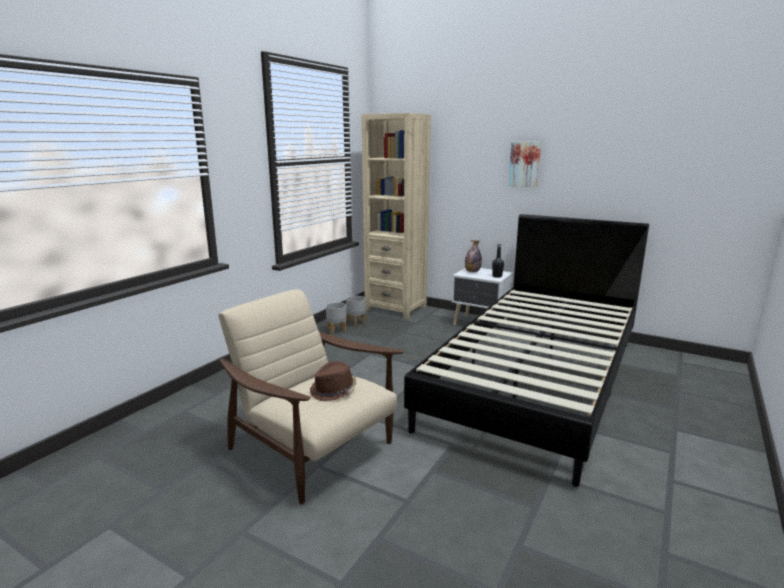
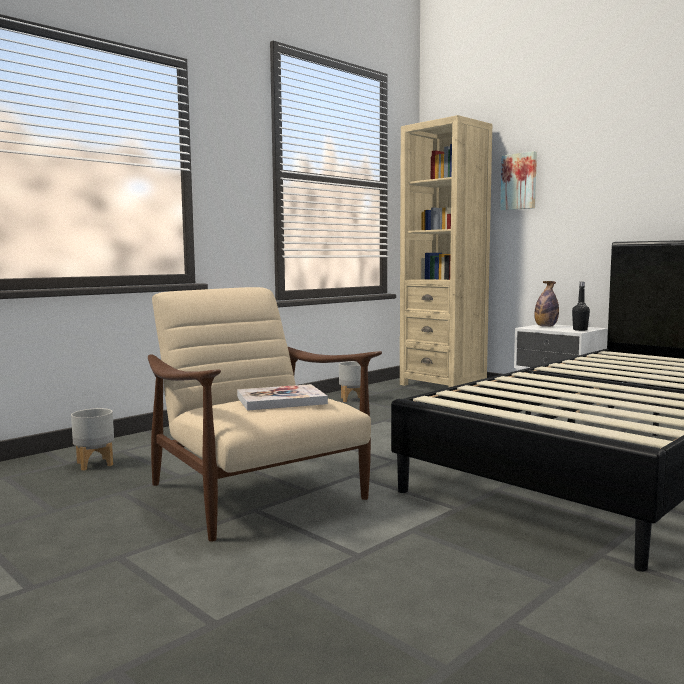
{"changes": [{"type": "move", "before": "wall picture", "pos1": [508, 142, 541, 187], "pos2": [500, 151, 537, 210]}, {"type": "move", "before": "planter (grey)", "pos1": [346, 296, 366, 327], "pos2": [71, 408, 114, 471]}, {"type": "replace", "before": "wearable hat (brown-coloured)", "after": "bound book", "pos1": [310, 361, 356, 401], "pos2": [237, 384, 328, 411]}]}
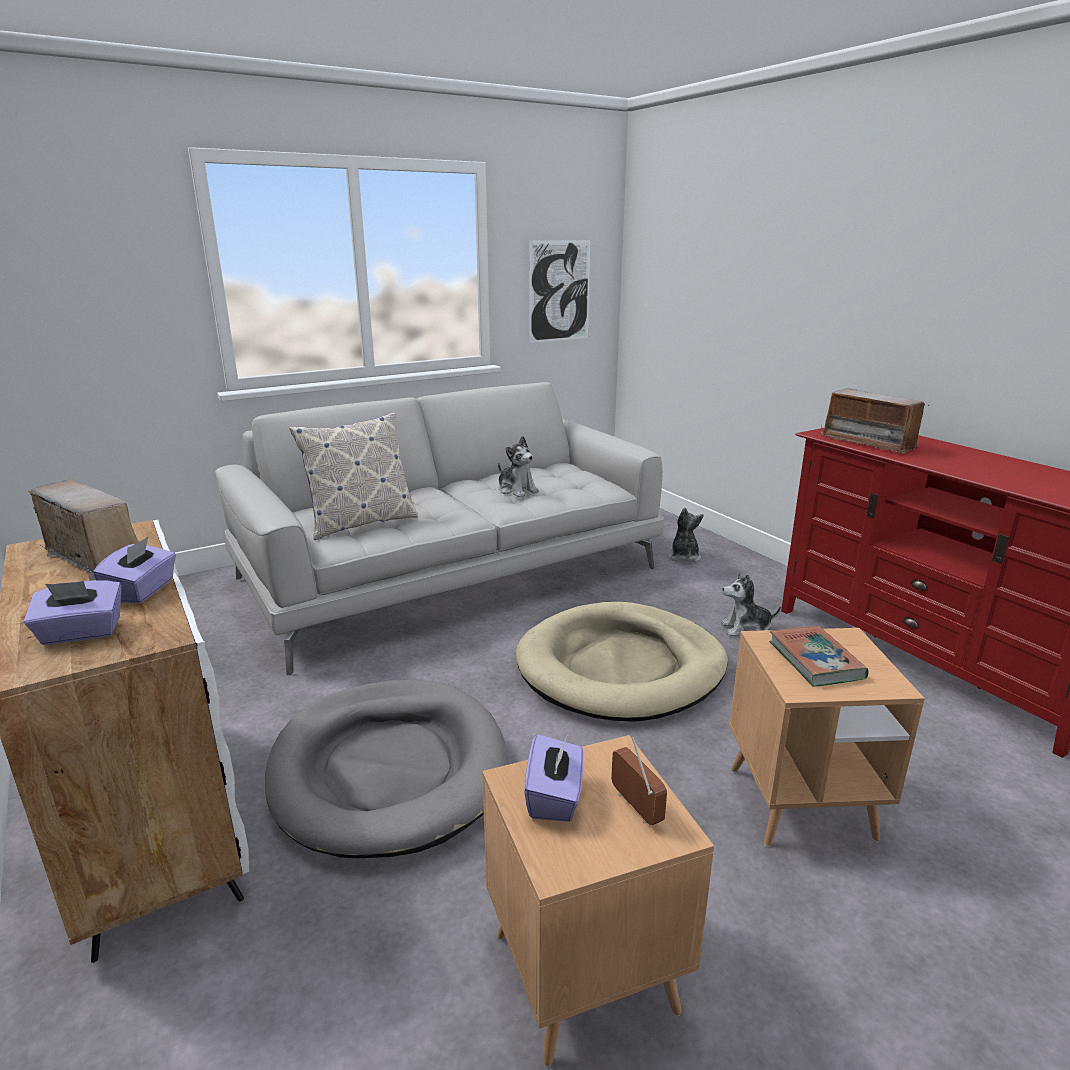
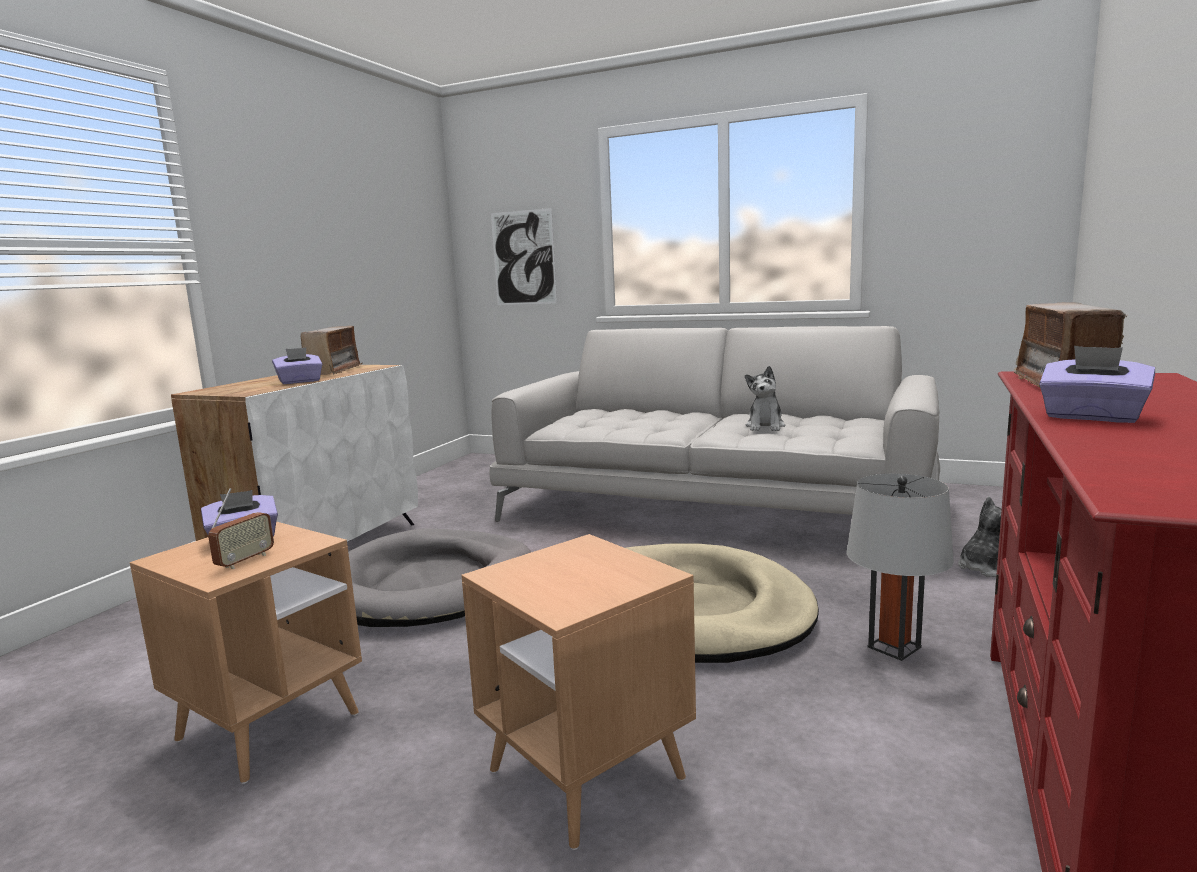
{"changes": [{"type": "move", "before": "wall picture", "pos1": [529, 240, 590, 343], "pos2": [491, 208, 557, 305]}, {"type": "delete", "before": "pillow", "pos1": [289, 413, 418, 540]}, {"type": "replace", "before": "soft toy", "after": "table lamp (grey)", "pos1": [721, 572, 781, 636], "pos2": [847, 474, 954, 661]}, {"type": "move", "before": "tissue box (purple-coloured)", "pos1": [24, 580, 121, 645], "pos2": [1039, 346, 1155, 423]}, {"type": "delete", "before": "bound book", "pos1": [769, 626, 869, 687]}]}
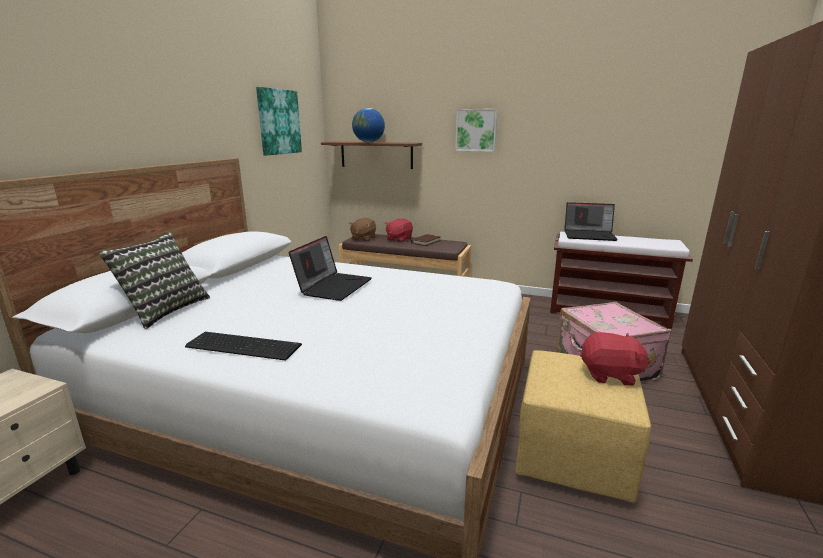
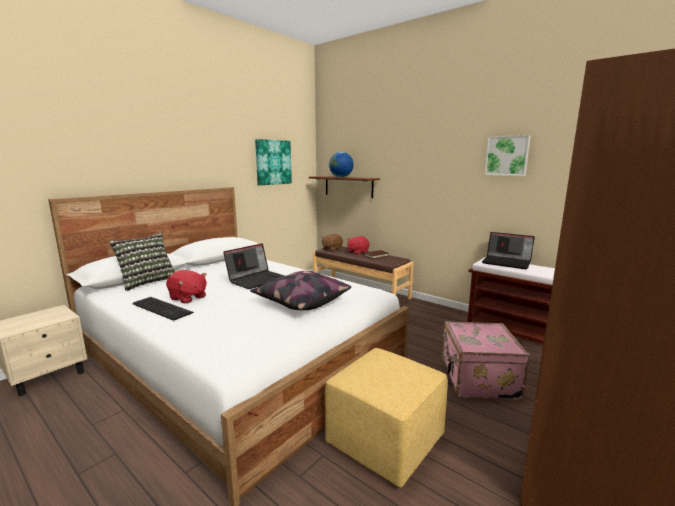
{"changes": [{"type": "move", "before": "wall picture", "pos1": [455, 109, 498, 152], "pos2": [485, 135, 530, 176]}, {"type": "move", "before": "soft toy (red-coloured)", "pos1": [580, 332, 651, 386], "pos2": [166, 270, 207, 304]}, {"type": "insert", "after": "pillow", "pos2": [250, 271, 351, 310]}]}
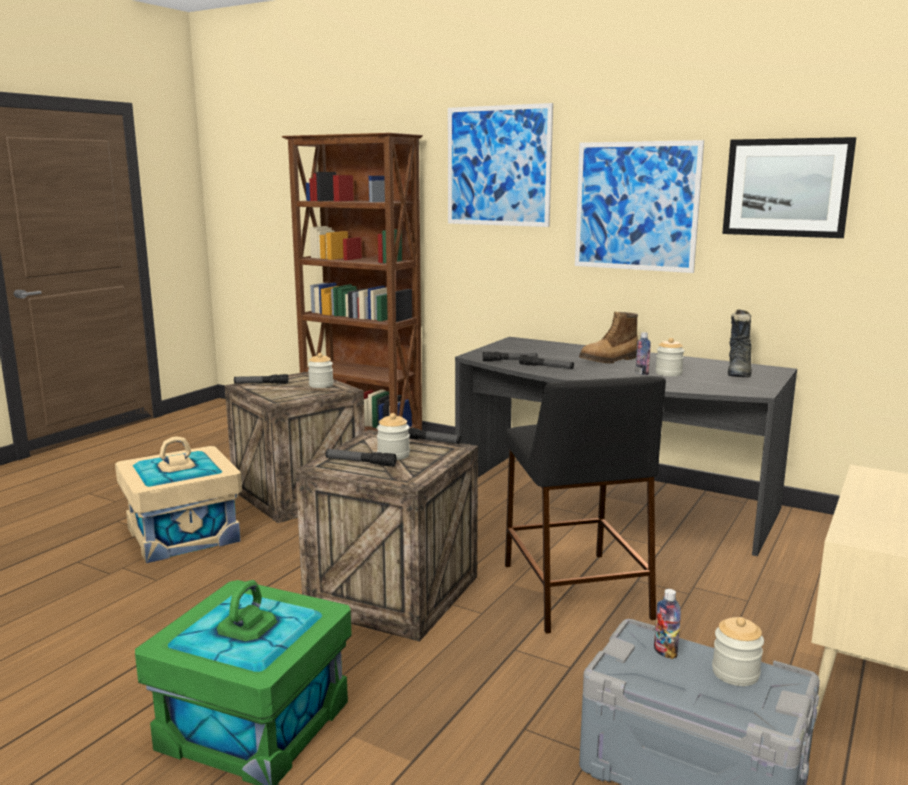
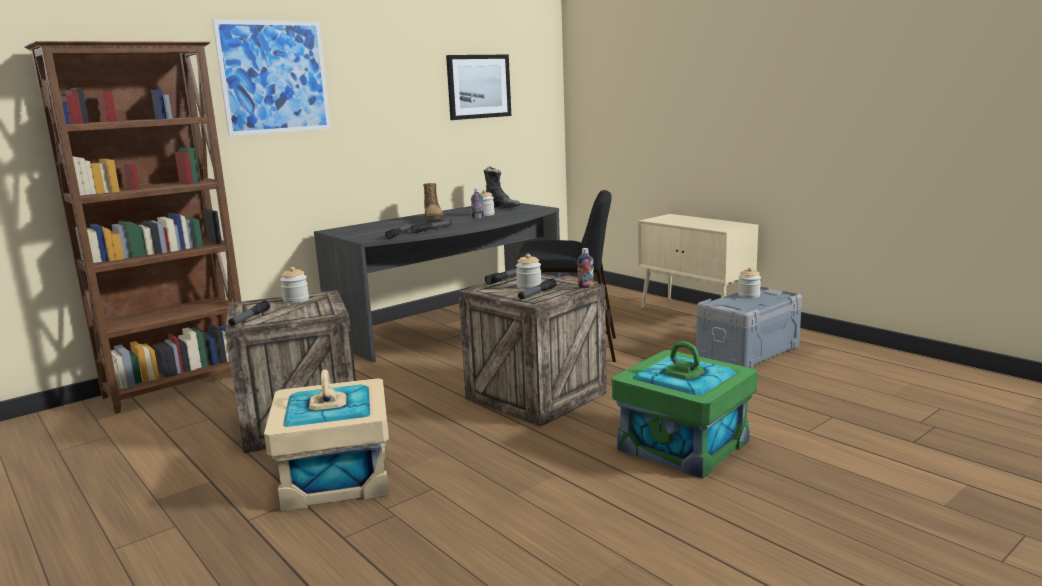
{"changes": [{"type": "delete", "before": "wall picture", "pos1": [575, 140, 704, 273]}, {"type": "move", "before": "drink bottle", "pos1": [654, 589, 681, 659], "pos2": [577, 248, 594, 288]}]}
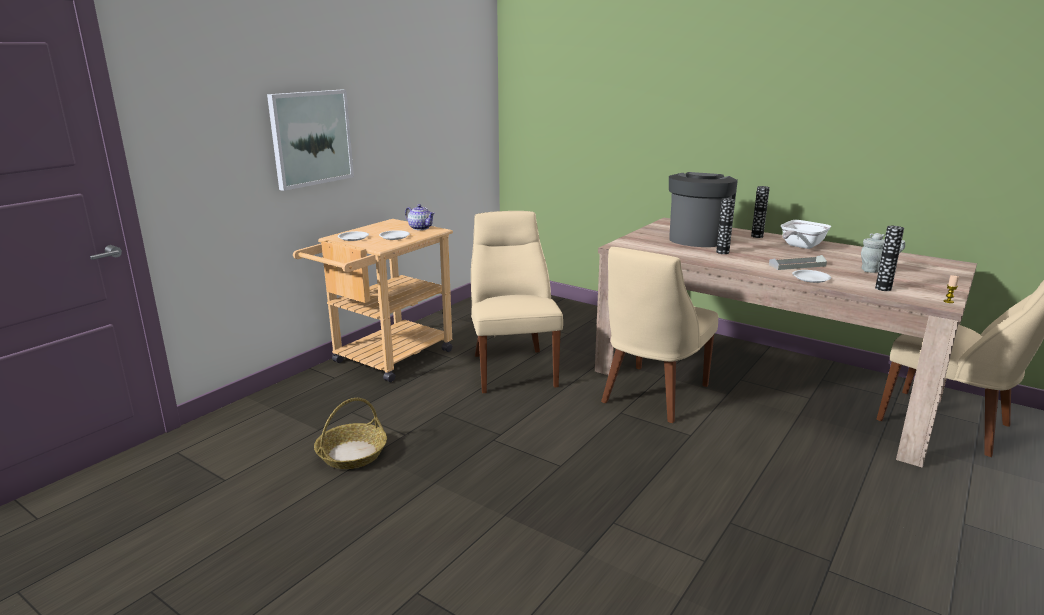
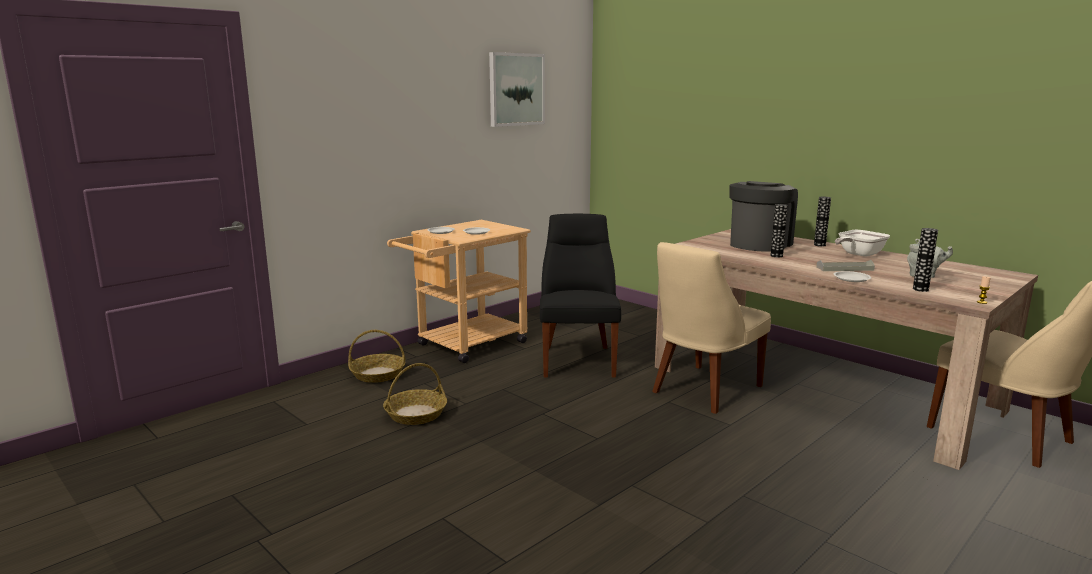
{"changes": [{"type": "move", "before": "wall picture", "pos1": [267, 90, 354, 191], "pos2": [489, 52, 545, 127]}, {"type": "delete", "before": "tea pot", "pos1": [405, 204, 435, 230]}, {"type": "recolor", "before": "upright chair (beige-coloured)", "after": "upright chair (blackish)", "pos1": [471, 211, 563, 393], "pos2": [540, 214, 621, 378]}, {"type": "insert", "after": "household basket", "pos2": [348, 330, 405, 383]}]}
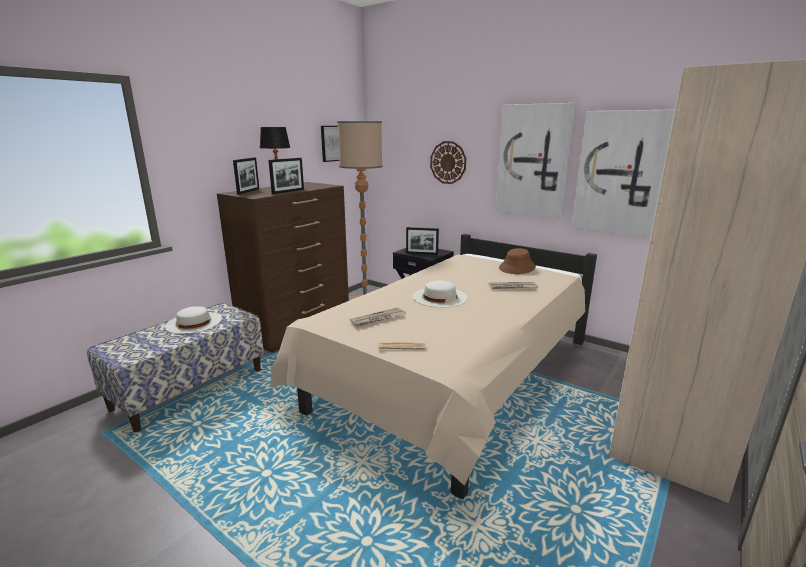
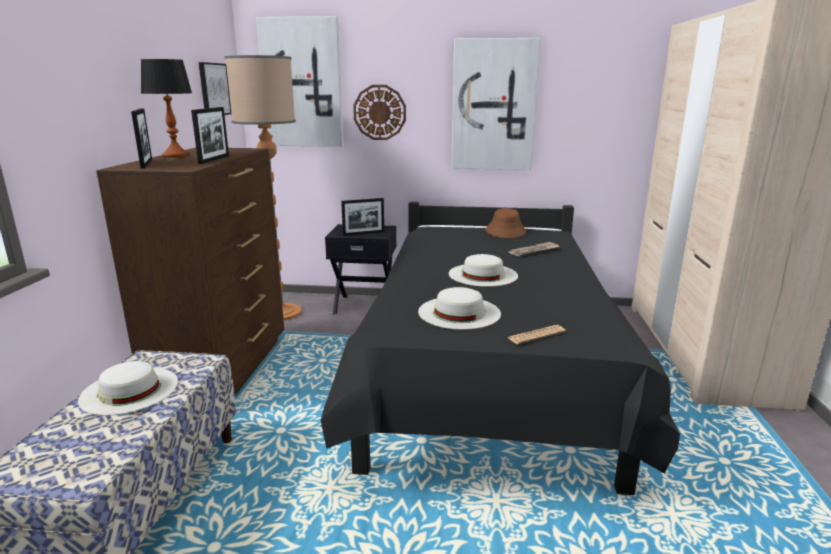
{"changes": [{"type": "move", "before": "wall picture", "pos1": [572, 109, 675, 237], "pos2": [256, 16, 344, 147]}, {"type": "recolor", "before": "bed (beige-coloured)", "after": "bed (blackish)", "pos1": [271, 234, 597, 499], "pos2": [321, 202, 680, 495]}, {"type": "replace", "before": "printed paper", "after": "wearable hat (whitish)", "pos1": [350, 307, 406, 326], "pos2": [418, 287, 501, 330]}]}
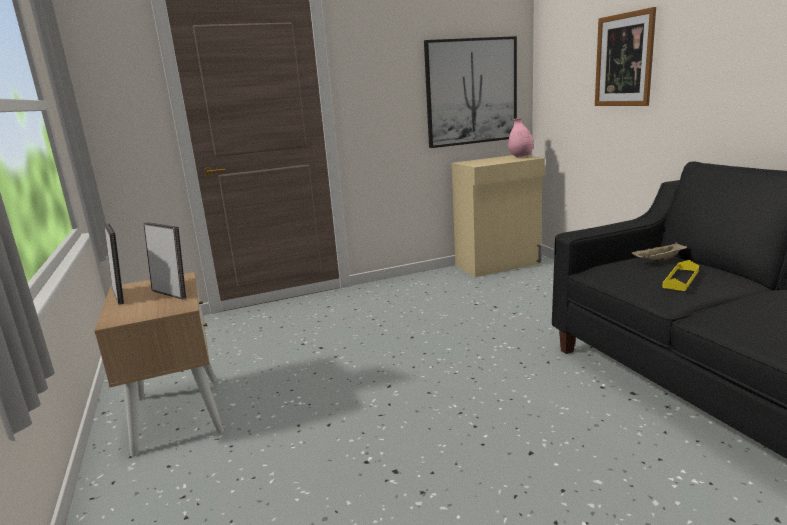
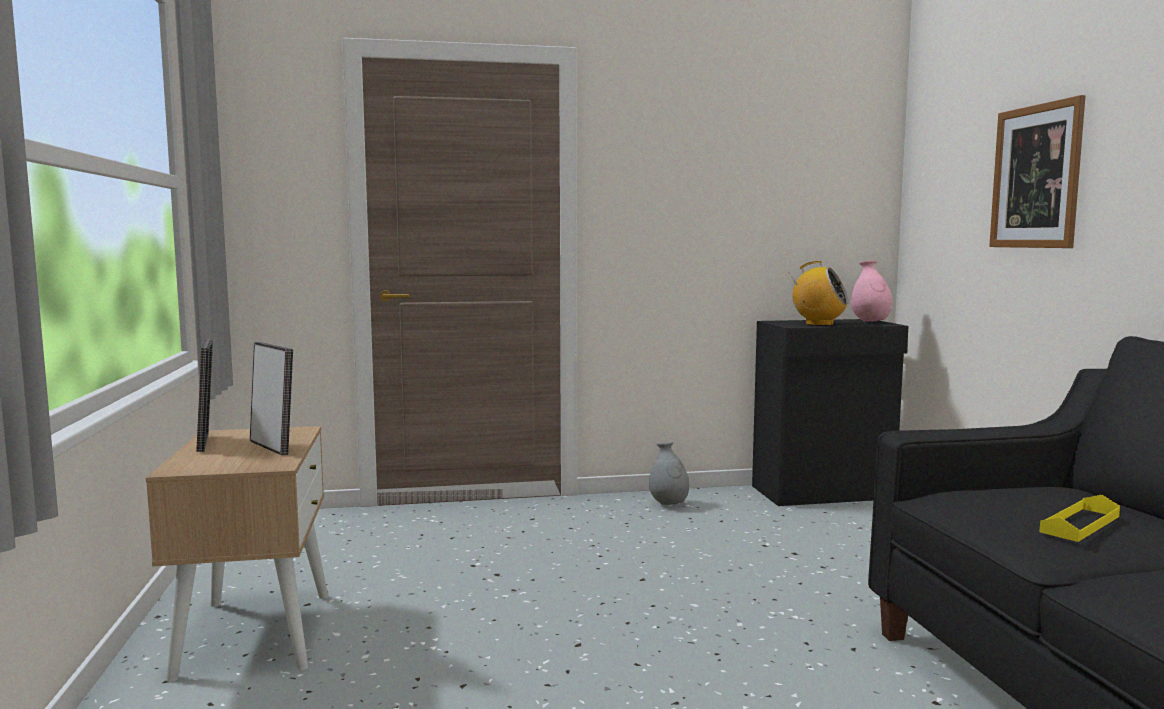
{"changes": [{"type": "delete", "before": "wall picture", "pos1": [424, 36, 517, 148]}, {"type": "recolor", "before": "cabinet (beige-coloured)", "after": "cabinet (blackish)", "pos1": [452, 155, 545, 277], "pos2": [752, 319, 908, 506]}, {"type": "delete", "before": "tray (beige-coloured)", "pos1": [631, 242, 687, 261]}, {"type": "insert", "after": "radio", "pos2": [789, 261, 849, 326]}, {"type": "insert", "after": "decorative vase (grey)", "pos2": [649, 442, 689, 505]}]}
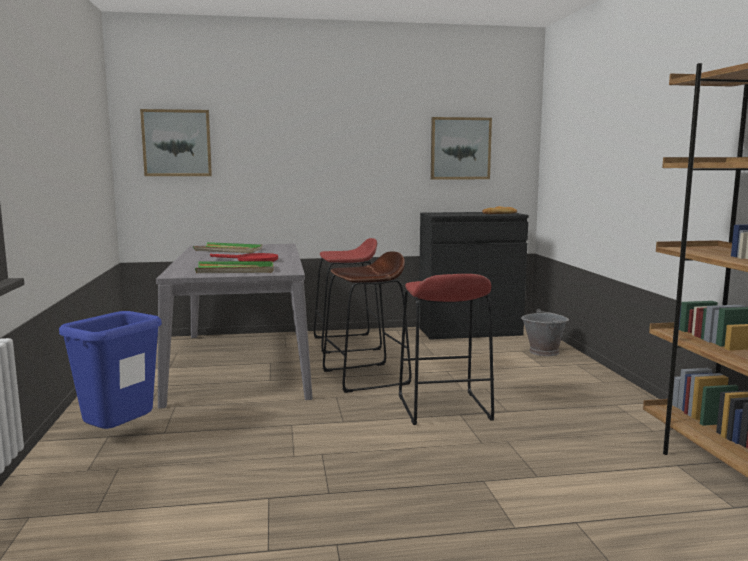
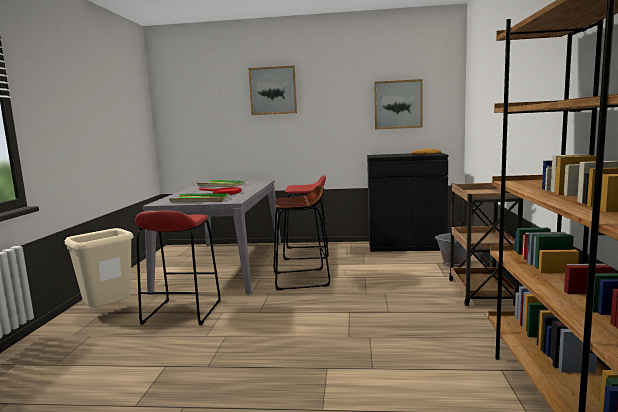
{"changes": [{"type": "move", "before": "wall picture", "pos1": [140, 109, 212, 176], "pos2": [248, 65, 297, 115]}, {"type": "move", "before": "sitting stool (red-coloured)", "pos1": [399, 274, 494, 425], "pos2": [135, 211, 221, 325]}, {"type": "recolor", "before": "trash can (blue)", "after": "trash can (beige-coloured)", "pos1": [59, 311, 162, 429], "pos2": [65, 228, 133, 308]}, {"type": "insert", "after": "cart (brown-coloured)", "pos2": [449, 183, 523, 306]}]}
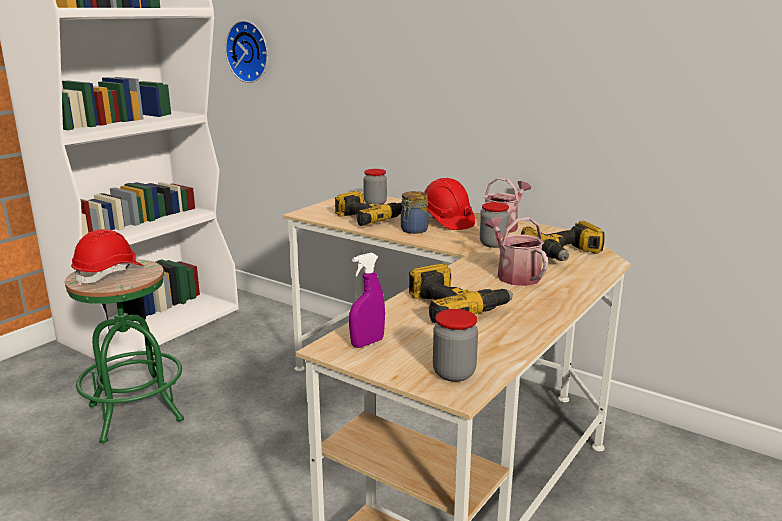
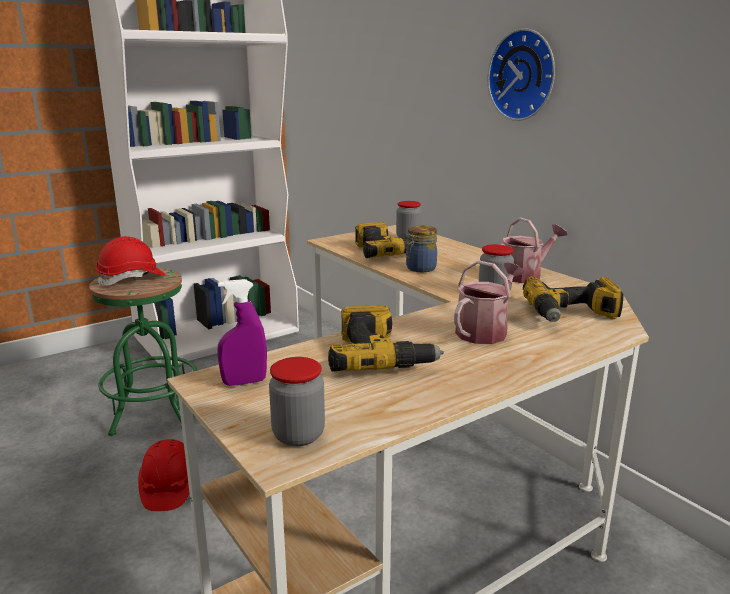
{"changes": [{"type": "move", "before": "clock on the wall", "pos1": [225, 20, 268, 83], "pos2": [487, 28, 555, 121]}, {"type": "move", "before": "safety helmet (red-coloured)", "pos1": [424, 178, 475, 230], "pos2": [138, 439, 189, 511]}, {"type": "rotate", "before": "watering can", "pos1": [485, 217, 548, 286], "pos2": [454, 260, 524, 344], "turn": 45}]}
